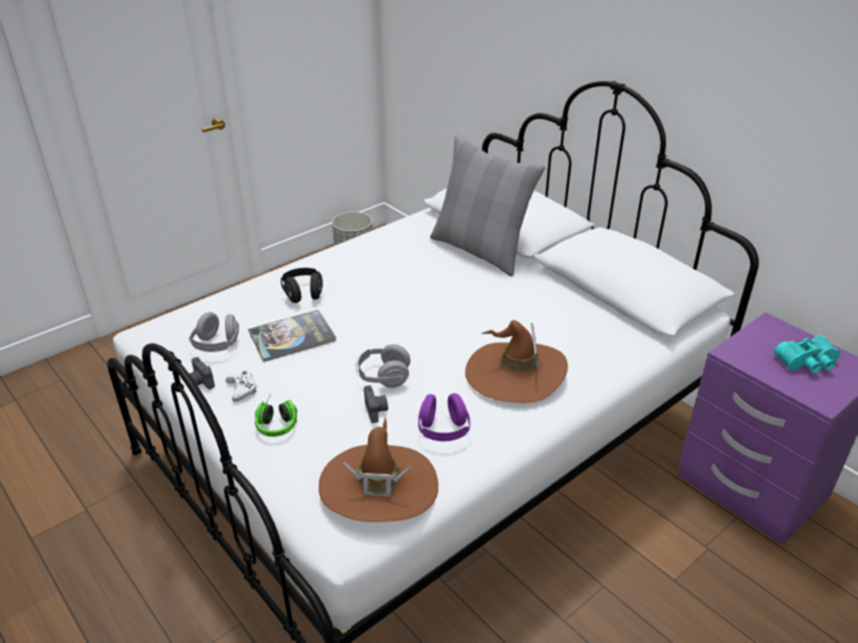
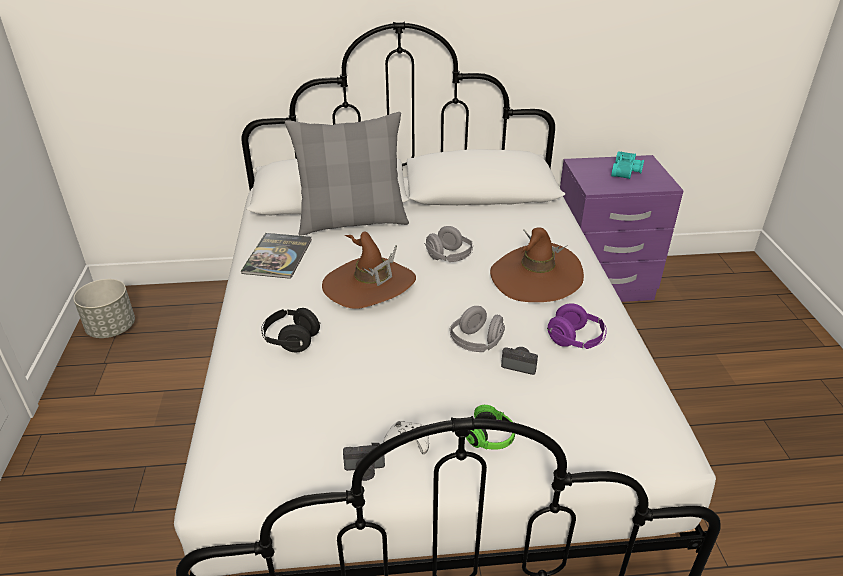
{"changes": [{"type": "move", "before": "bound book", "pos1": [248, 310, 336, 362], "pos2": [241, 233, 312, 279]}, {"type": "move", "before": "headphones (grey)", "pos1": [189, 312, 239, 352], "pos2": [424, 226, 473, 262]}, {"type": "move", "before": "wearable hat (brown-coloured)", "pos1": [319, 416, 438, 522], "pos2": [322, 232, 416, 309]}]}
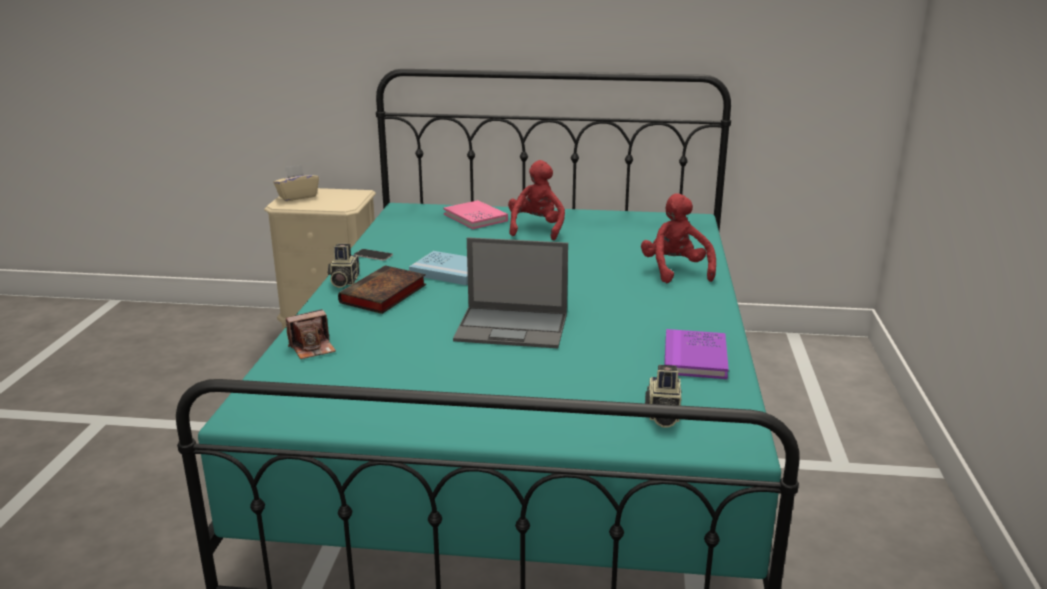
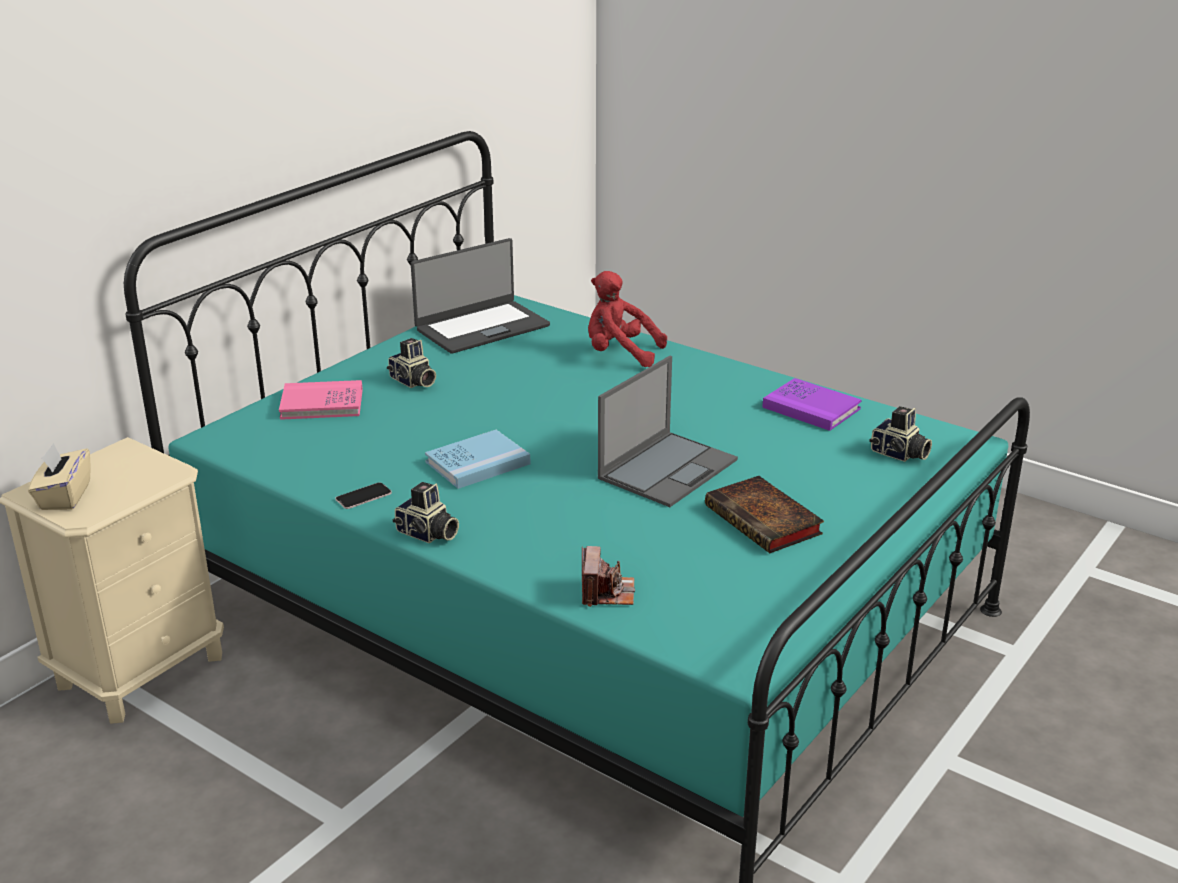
{"changes": [{"type": "replace", "before": "soft toy (red-coloured)", "after": "photo camera", "pos1": [508, 160, 565, 240], "pos2": [387, 338, 436, 388]}, {"type": "move", "before": "bound book", "pos1": [338, 265, 426, 314], "pos2": [705, 476, 824, 553]}, {"type": "insert", "after": "notebook computer", "pos2": [411, 238, 550, 354]}]}
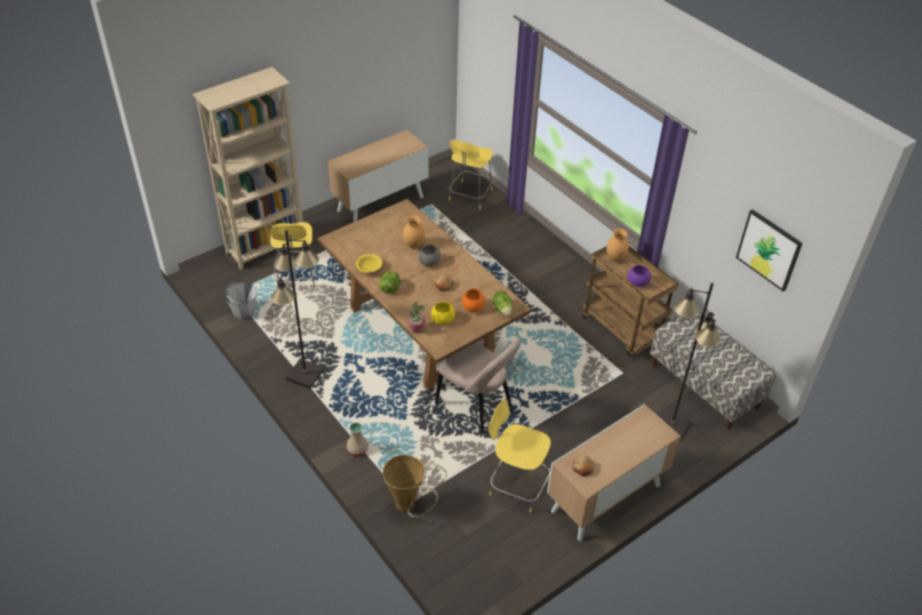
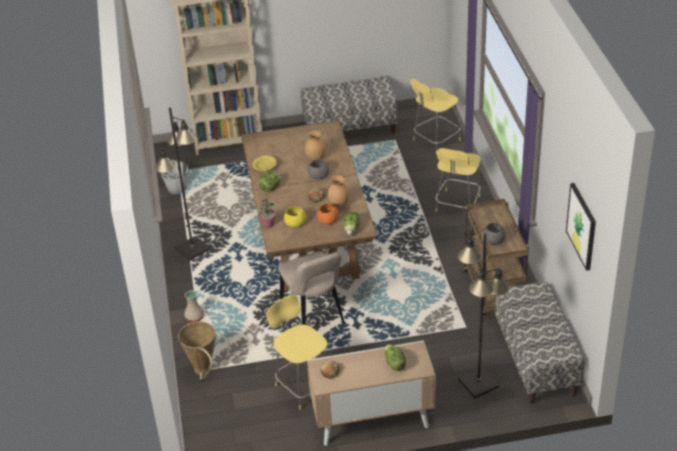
{"changes": [{"type": "replace", "before": "cabinet", "after": "indoor bench", "pos1": [328, 130, 429, 222], "pos2": [301, 77, 398, 134]}, {"type": "move", "before": "sitting stool (yellowish)", "pos1": [270, 222, 316, 287], "pos2": [435, 148, 480, 212]}, {"type": "move", "before": "decorative vase (brown-coloured)", "pos1": [607, 229, 629, 261], "pos2": [328, 176, 349, 208]}, {"type": "recolor", "before": "serving bowl (purple-coloured)", "after": "serving bowl (grey)", "pos1": [628, 265, 651, 287], "pos2": [483, 223, 506, 244]}, {"type": "insert", "after": "head of lettuce", "pos2": [385, 344, 406, 371]}]}
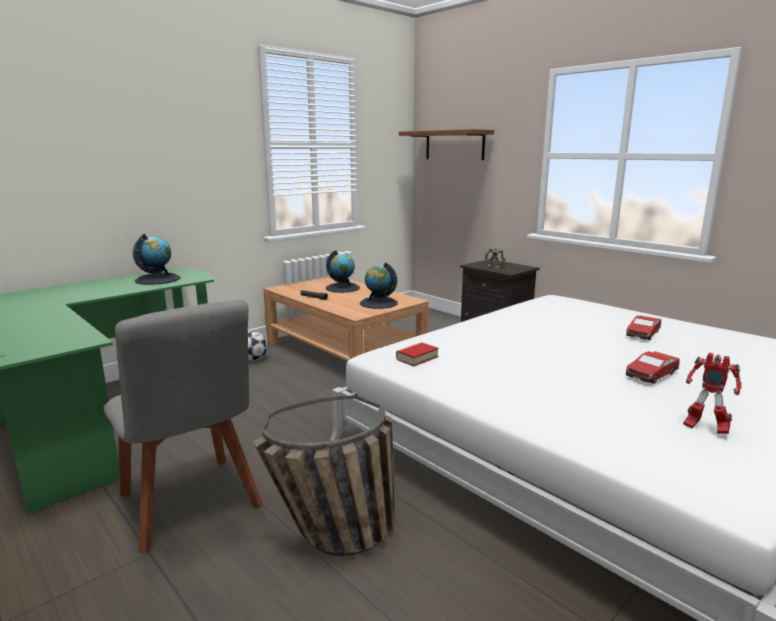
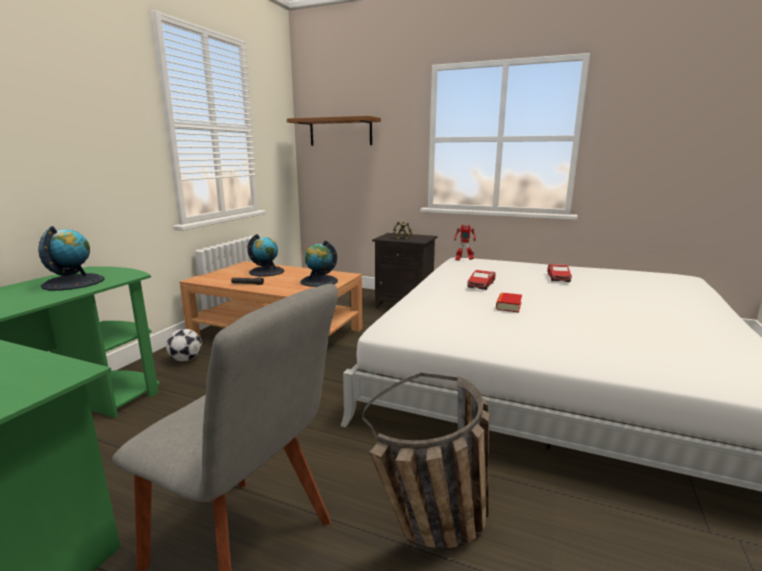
{"changes": [{"type": "move", "before": "bound book", "pos1": [396, 342, 439, 366], "pos2": [496, 293, 522, 312]}, {"type": "move", "before": "toy car", "pos1": [626, 351, 680, 384], "pos2": [467, 270, 495, 290]}, {"type": "move", "before": "model robot", "pos1": [683, 353, 742, 434], "pos2": [454, 225, 476, 261]}]}
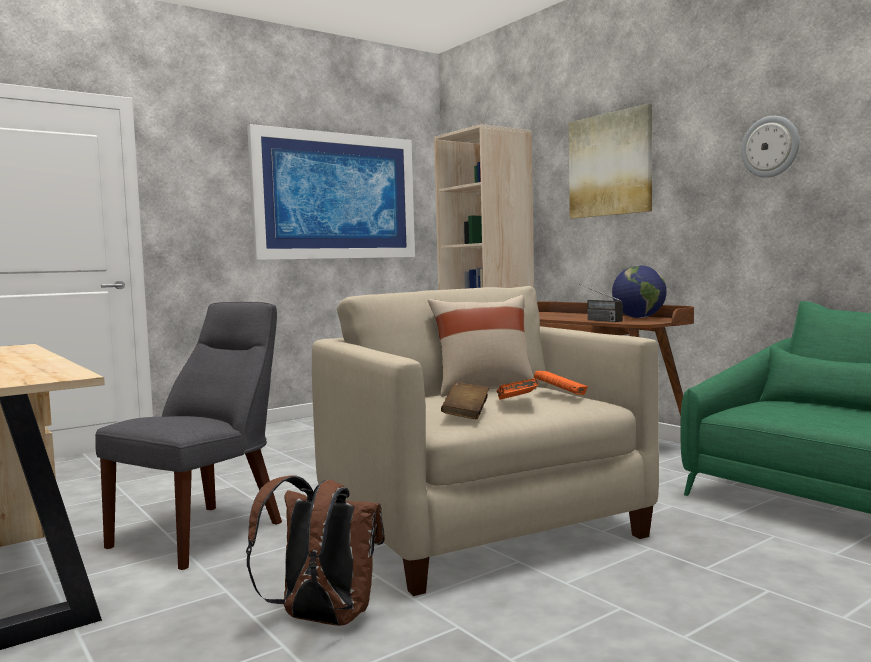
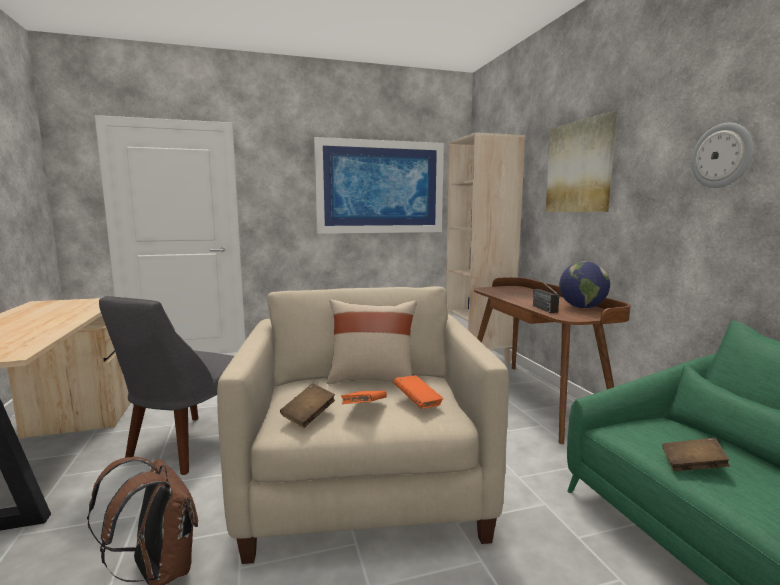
{"changes": [{"type": "rotate", "before": "upright chair (grey)", "pos1": [95, 302, 282, 570], "pos2": [99, 296, 234, 475], "turn": 150}, {"type": "insert", "after": "bound book (brown-coloured)", "pos2": [662, 438, 730, 471]}]}
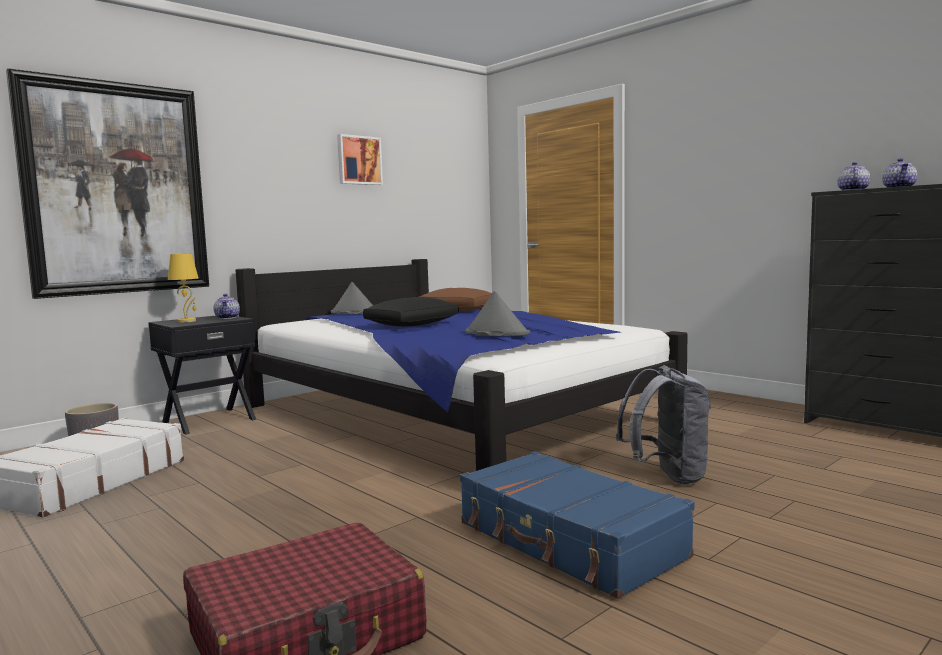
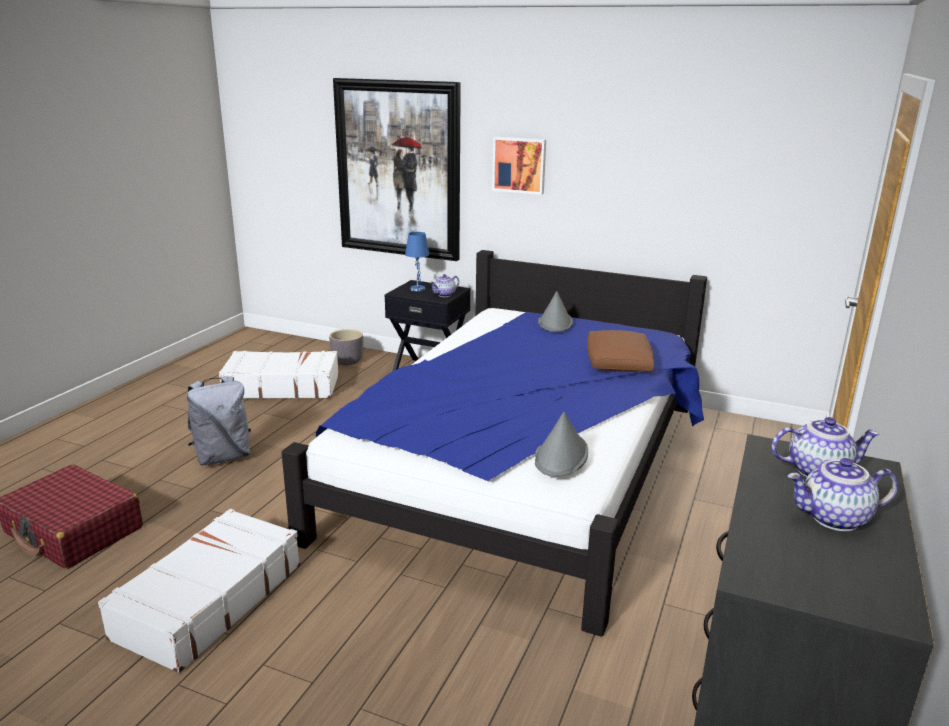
{"changes": [{"type": "move", "before": "wall picture", "pos1": [337, 134, 383, 185], "pos2": [492, 137, 546, 195]}, {"type": "recolor", "before": "table lamp (yellowish)", "after": "table lamp (blue)", "pos1": [168, 254, 198, 323], "pos2": [405, 232, 430, 292]}, {"type": "move", "before": "wearable hat (grey)", "pos1": [465, 291, 530, 336], "pos2": [535, 412, 588, 477]}, {"type": "delete", "before": "pillow (blackish)", "pos1": [363, 297, 459, 327]}, {"type": "move", "before": "backpack (grey)", "pos1": [616, 365, 711, 485], "pos2": [187, 376, 251, 466]}, {"type": "recolor", "before": "piece of luggage (blue)", "after": "piece of luggage (whitish)", "pos1": [460, 451, 694, 599], "pos2": [98, 509, 300, 673]}]}
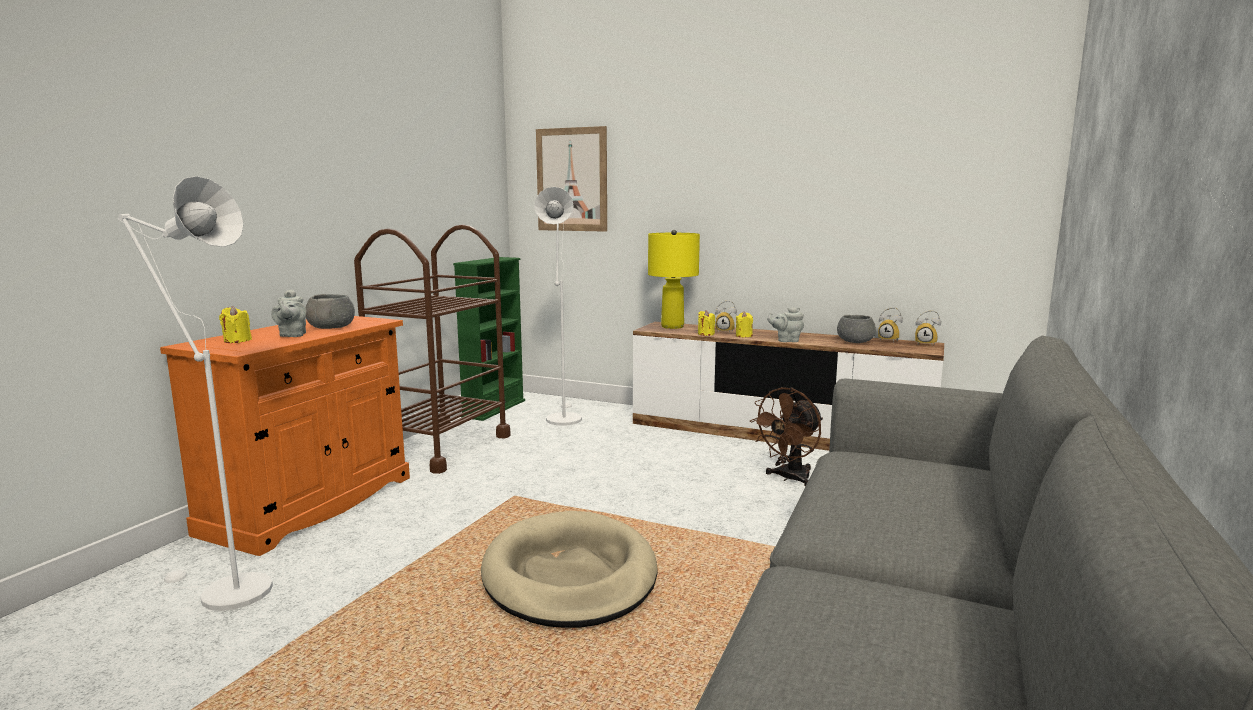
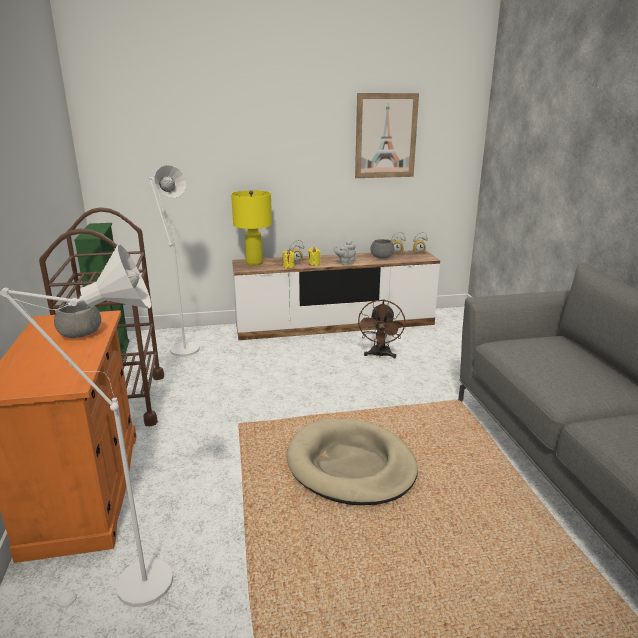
{"changes": [{"type": "move", "before": "wall picture", "pos1": [536, 126, 607, 232], "pos2": [355, 93, 419, 178]}, {"type": "delete", "before": "tea pot (grey)", "pos1": [271, 289, 306, 337]}, {"type": "delete", "before": "wax candle (yellowish)", "pos1": [219, 306, 252, 343]}]}
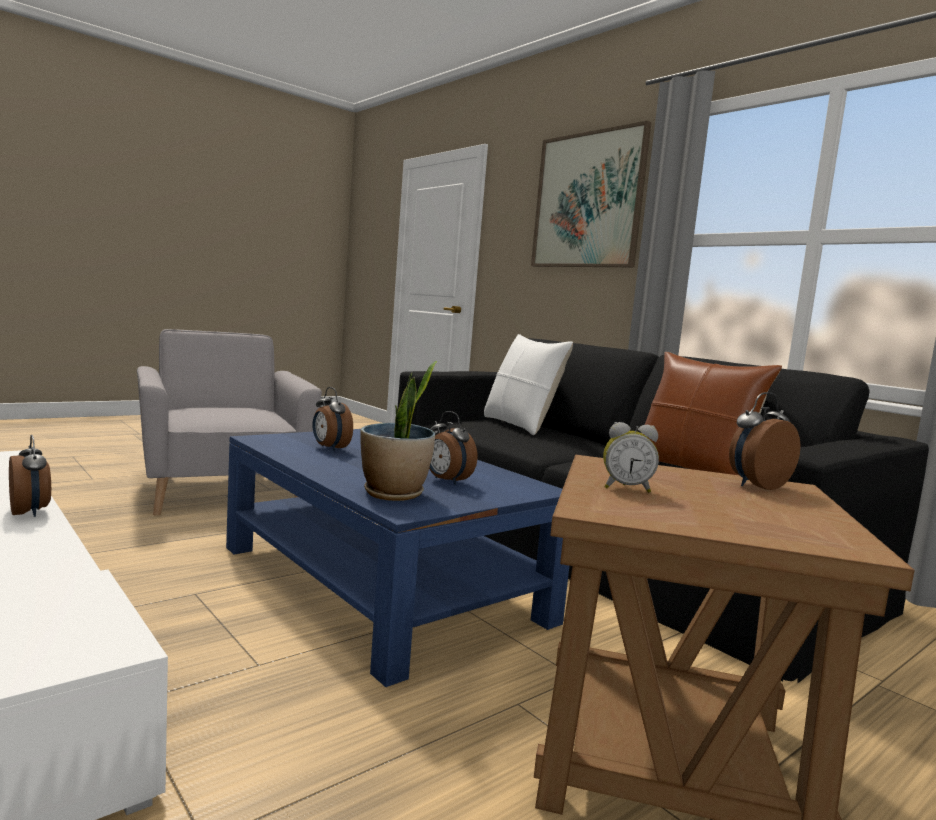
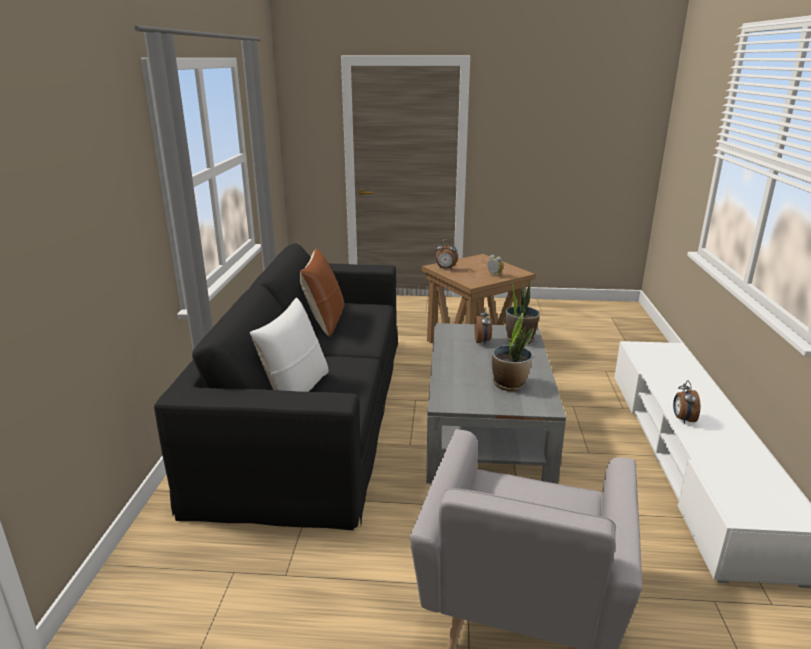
{"changes": [{"type": "delete", "before": "wall picture", "pos1": [531, 121, 652, 267]}, {"type": "replace", "before": "bedside clock", "after": "plant in a pot", "pos1": [313, 387, 353, 451], "pos2": [492, 313, 534, 391]}, {"type": "recolor", "before": "coffee table (blue)", "after": "coffee table (grey)", "pos1": [226, 429, 569, 687], "pos2": [426, 323, 566, 484]}]}
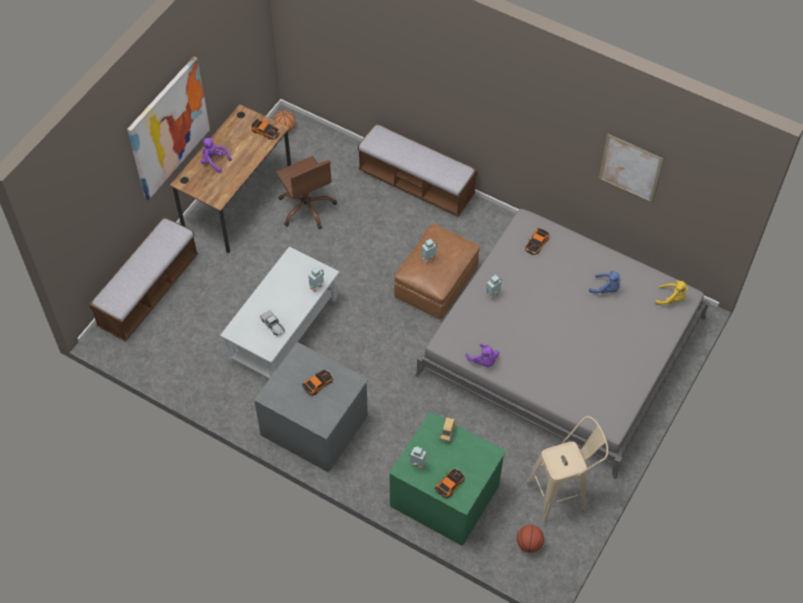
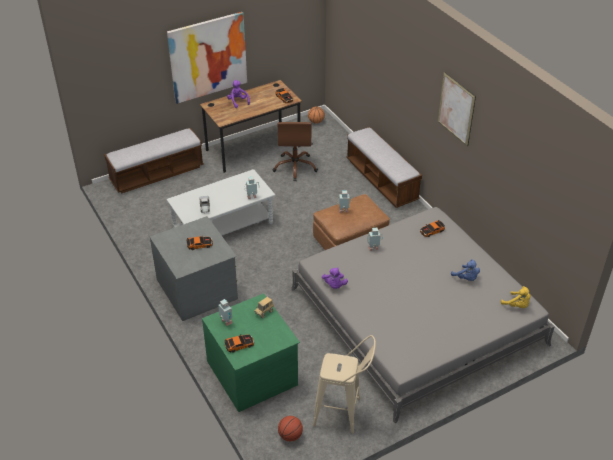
{"changes": [{"type": "move", "before": "wall picture", "pos1": [598, 133, 665, 203], "pos2": [438, 72, 476, 147]}]}
